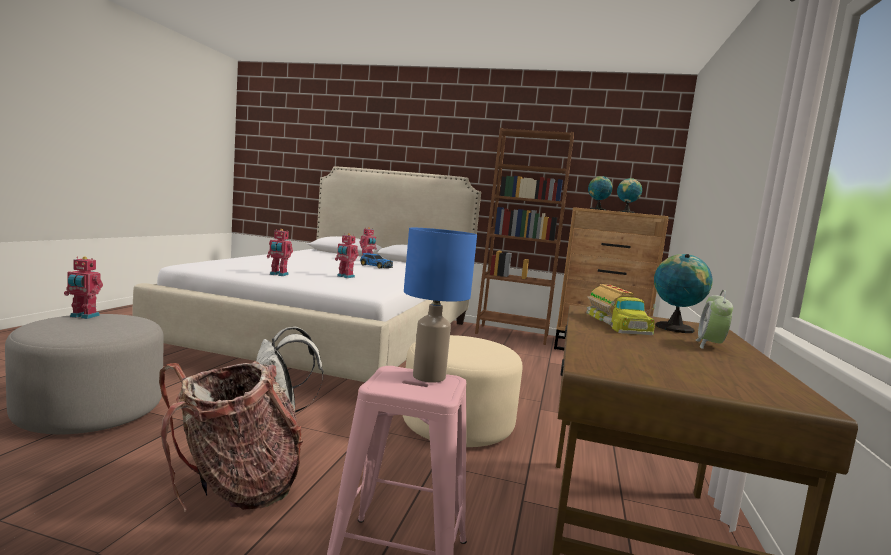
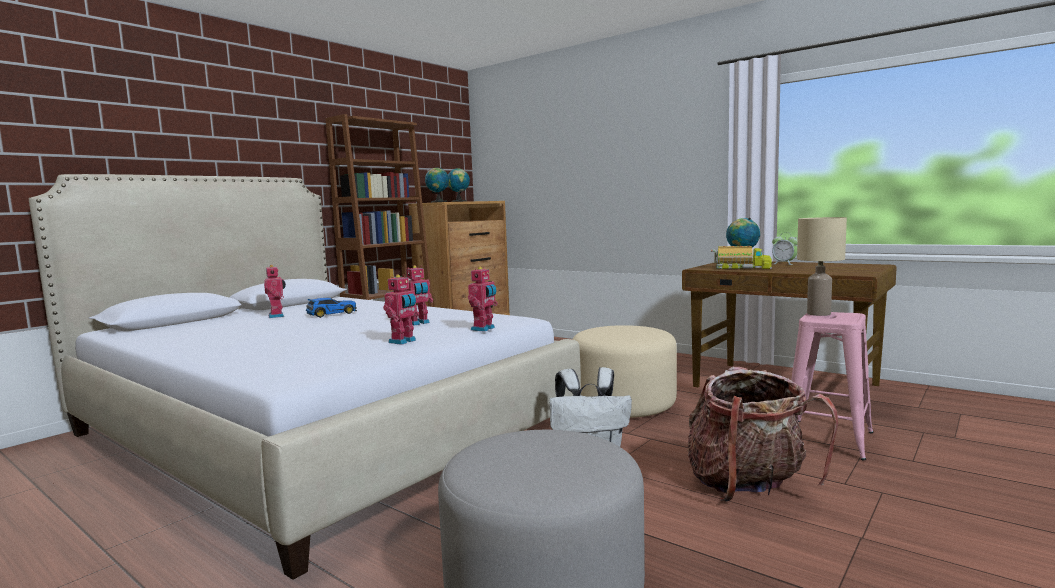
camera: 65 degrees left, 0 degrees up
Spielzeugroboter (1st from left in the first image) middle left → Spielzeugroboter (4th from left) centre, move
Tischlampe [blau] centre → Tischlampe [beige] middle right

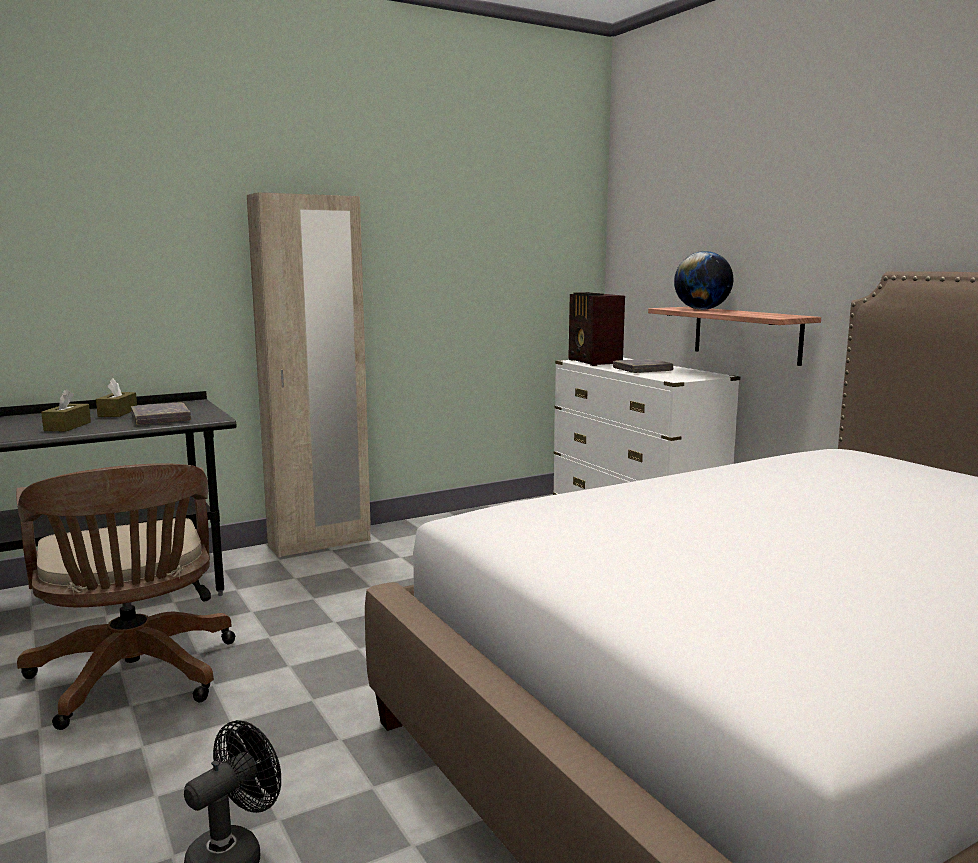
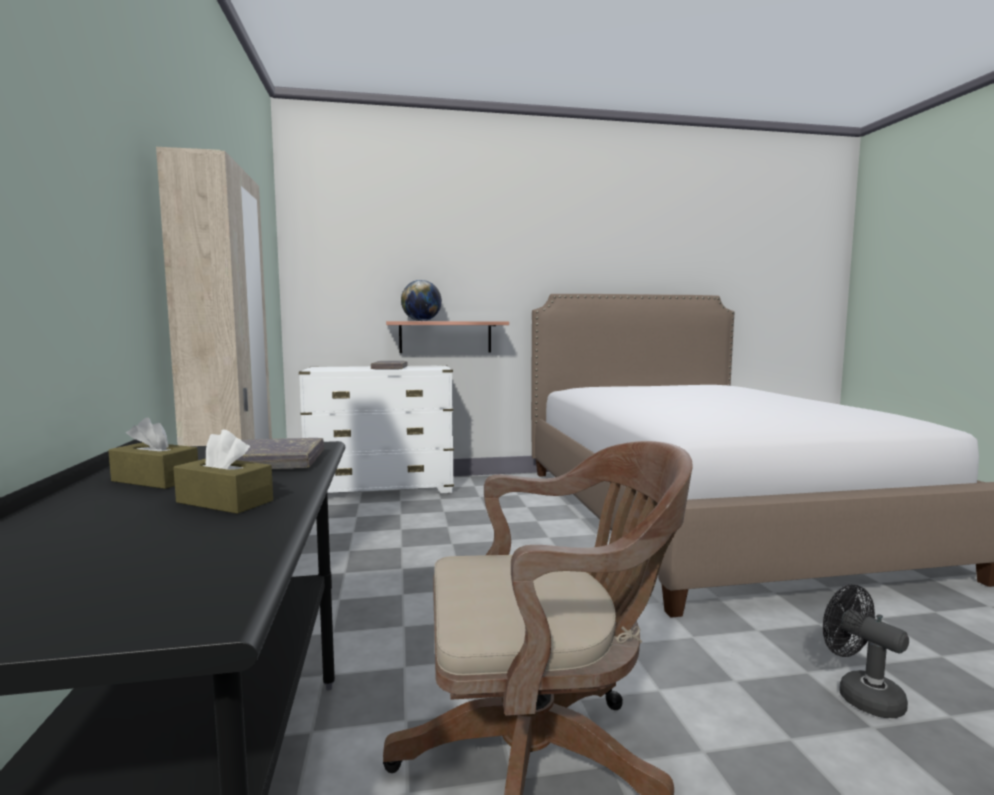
camera: 70 degrees left, 5 degrees down
Radio centre → -

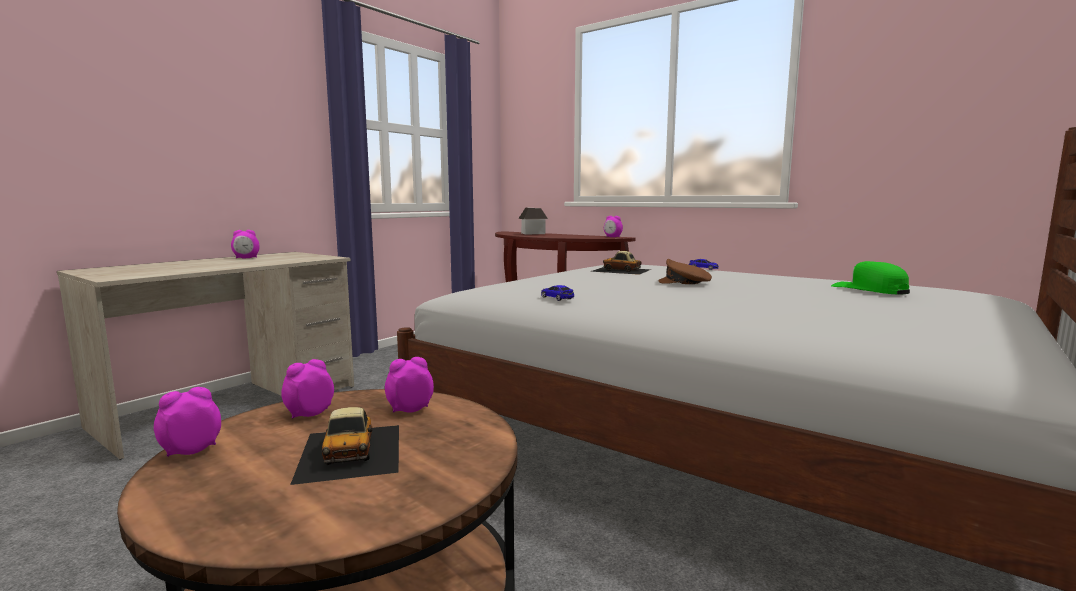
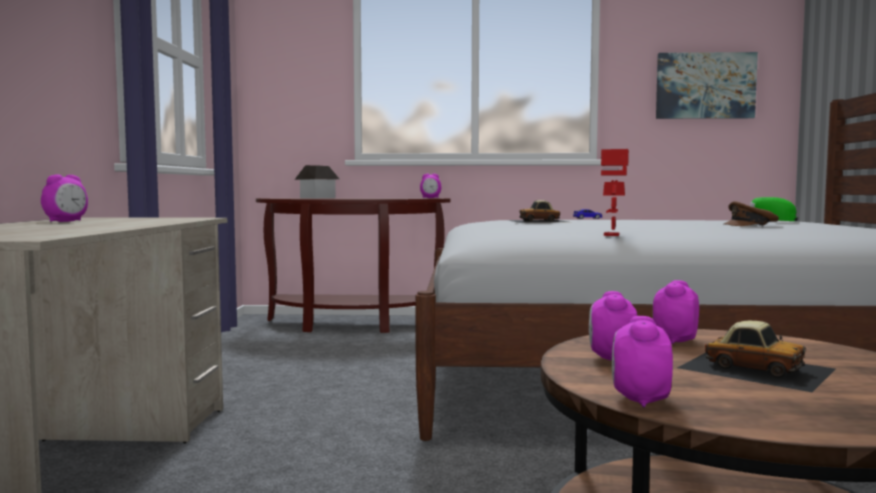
camera: 35 degrees left, 5 degrees down
Spielzeugauto (2nd from left) centre → Spielzeugroboter middle right
Kappe [braun] centre → Kappe [braun] middle right, move
- → Bild top right

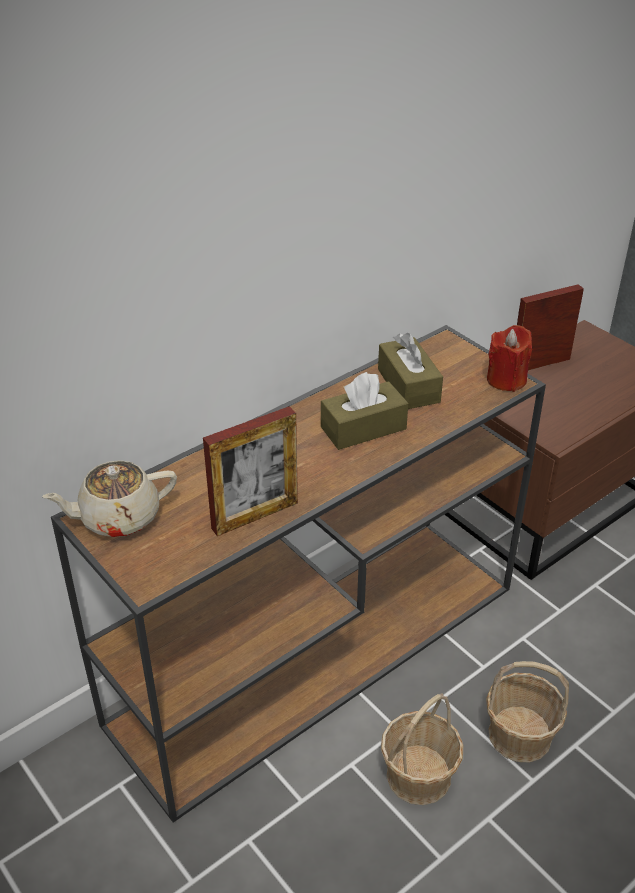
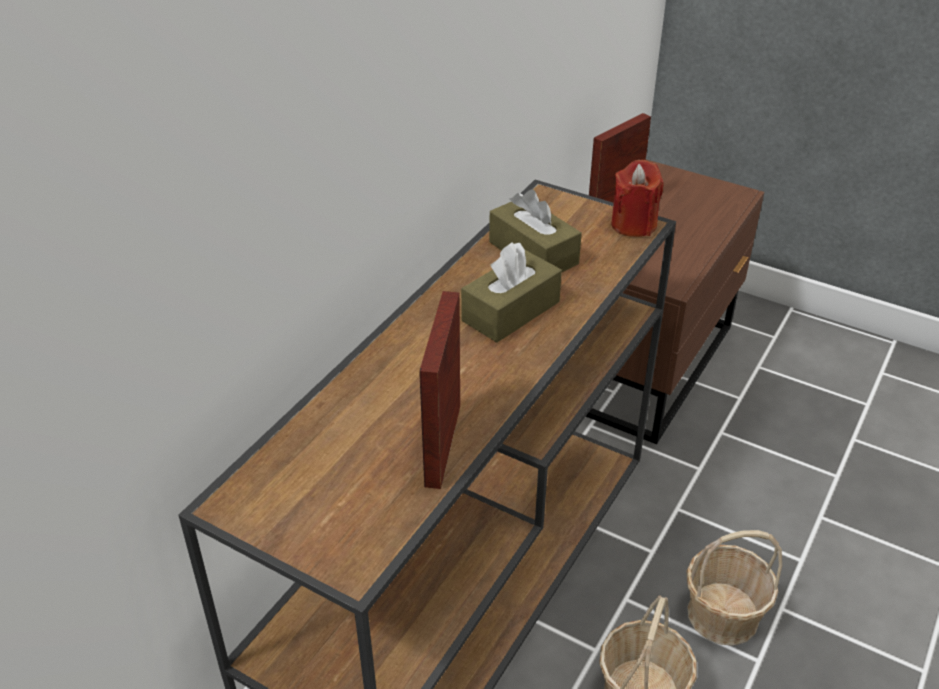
camera: 20 degrees left, 0 degrees up
Teekanne [beige] middle left → -
Bilderrahmen (1st from left) centre, 150 degrees clockwise

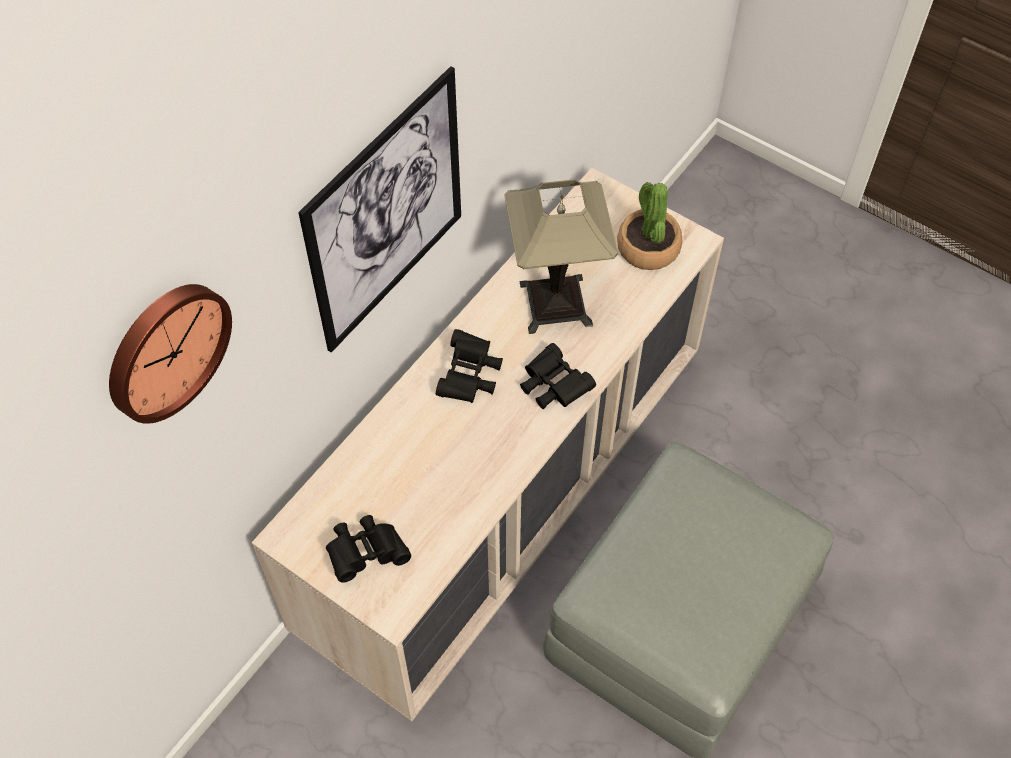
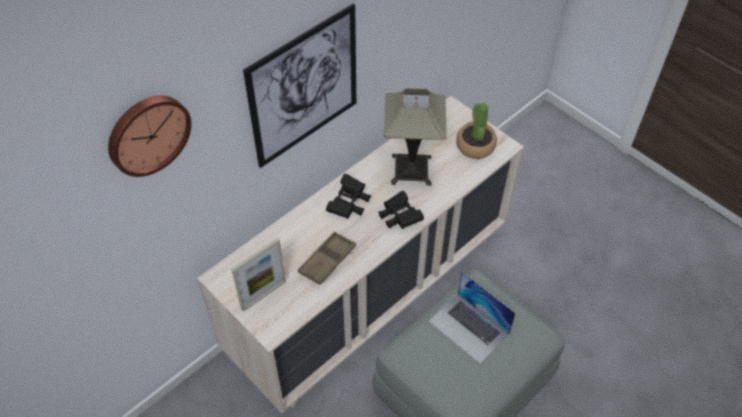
camera: 10 degrees right, 5 degrees down
Fernglas [schwarz] (1st from left) bottom centre → Bilderrahmen centre
- → Tablett [braun] centre
- → Laptop bottom centre

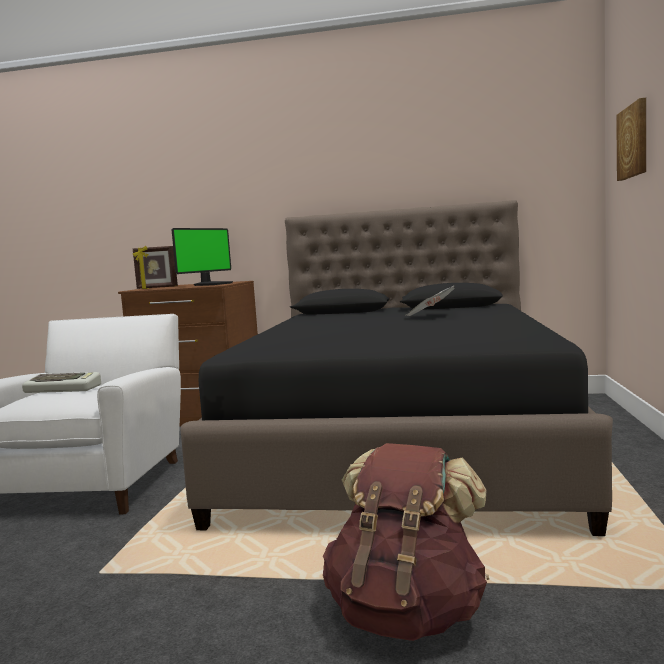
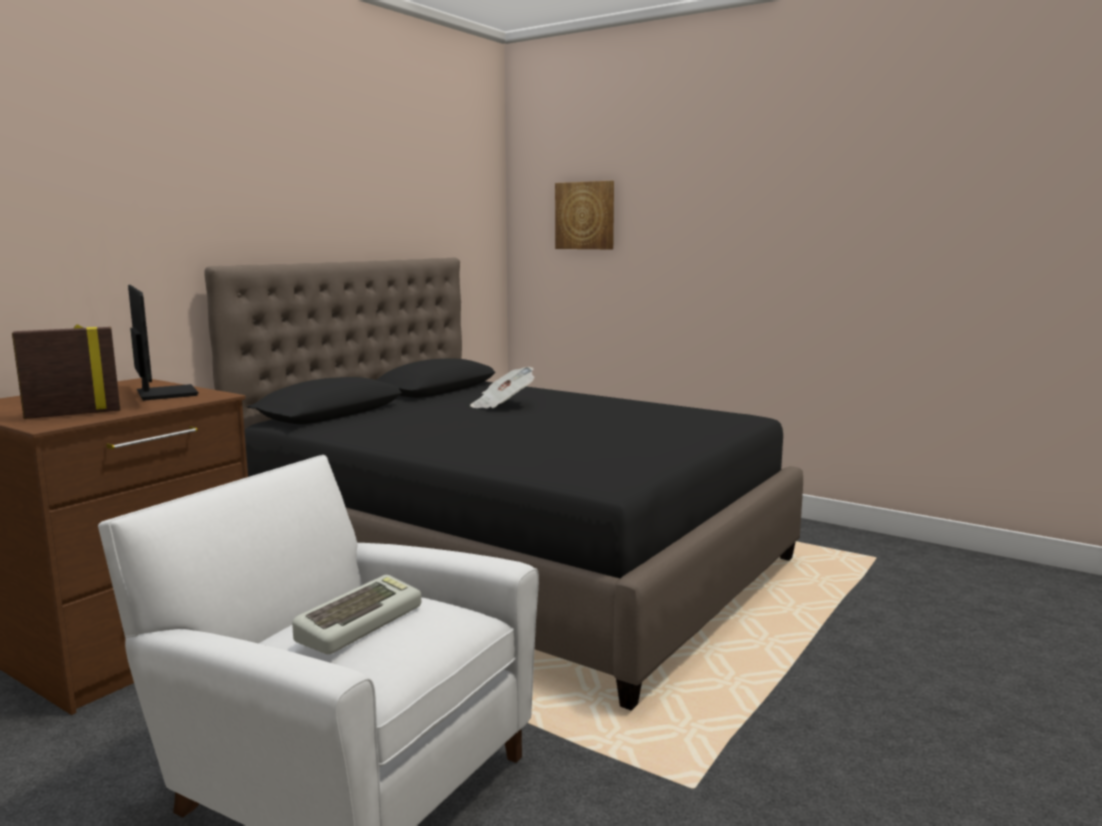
camera: 65 degrees left, 5 degrees up
Bilderrahmen middle left, 150 degrees counterclockwise
Rucksack [braun] bottom centre → -

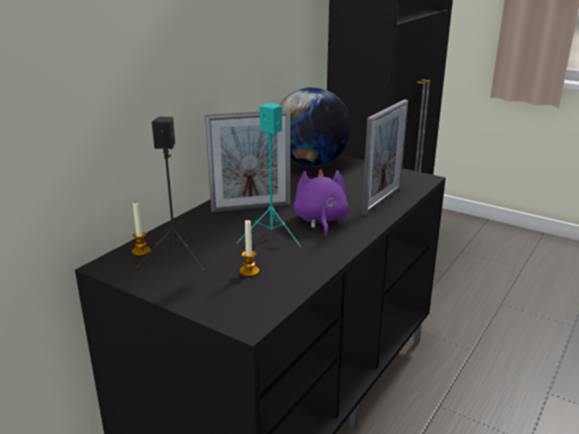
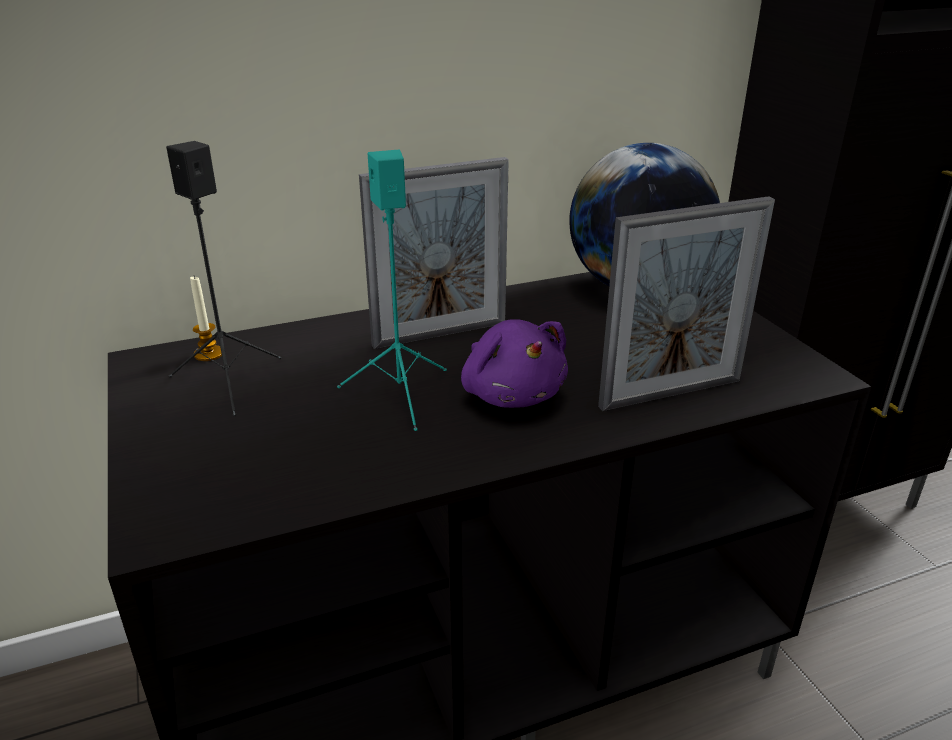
camera: 35 degrees right, 5 degrees up
Bilderrahmen (1st from left) centre, 45 degrees counterclockwise
Kerze (2nd from left) centre → -
Plüschtier [lila] centre, 120 degrees clockwise

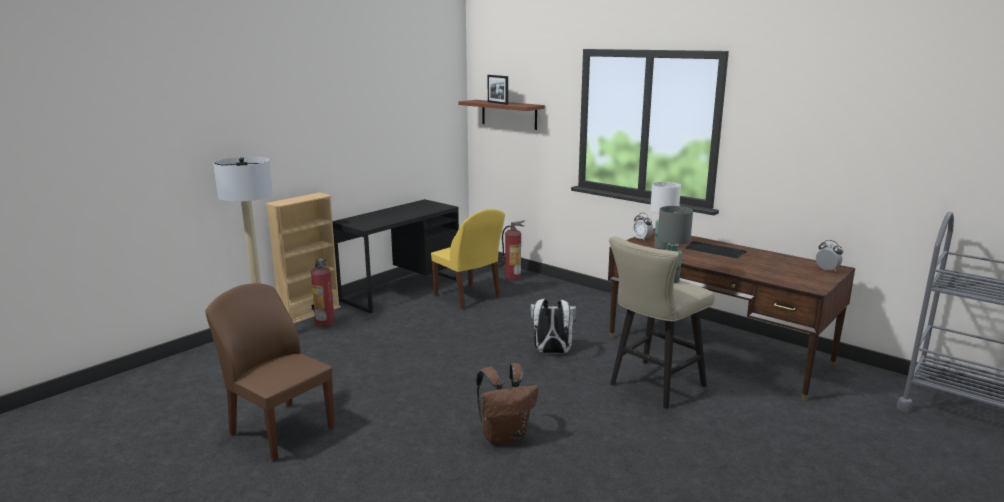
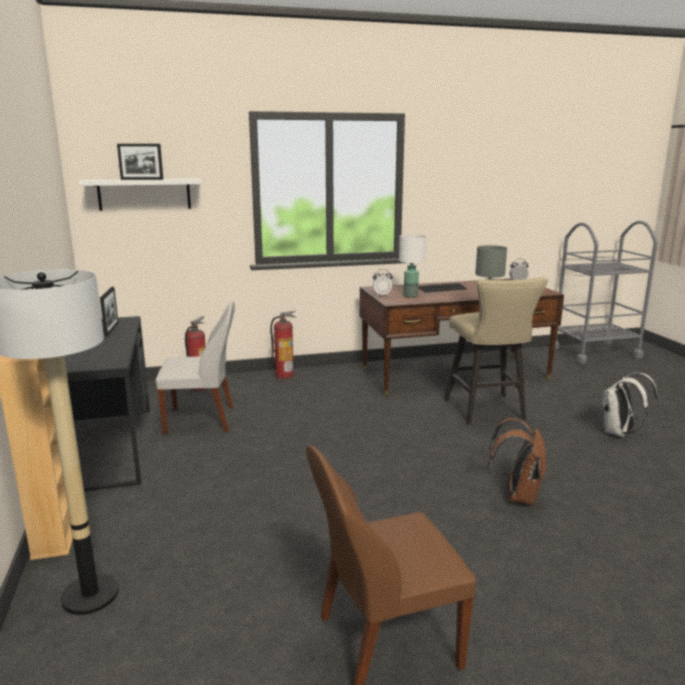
camera: 55 degrees left, 0 degrees up
Feuerlöscher (1st from left in the first image) middle left → Feuerlöscher (2nd from left) centre, move
Stuhl [gelb] centre → Stuhl [weiß] middle left
Wandregal [braun] top centre → Wandregal [weiß] top left
Rucksack [weiß] centre → Rucksack [weiß] middle right, move
- → Bilderrahmen (1st from left) middle left

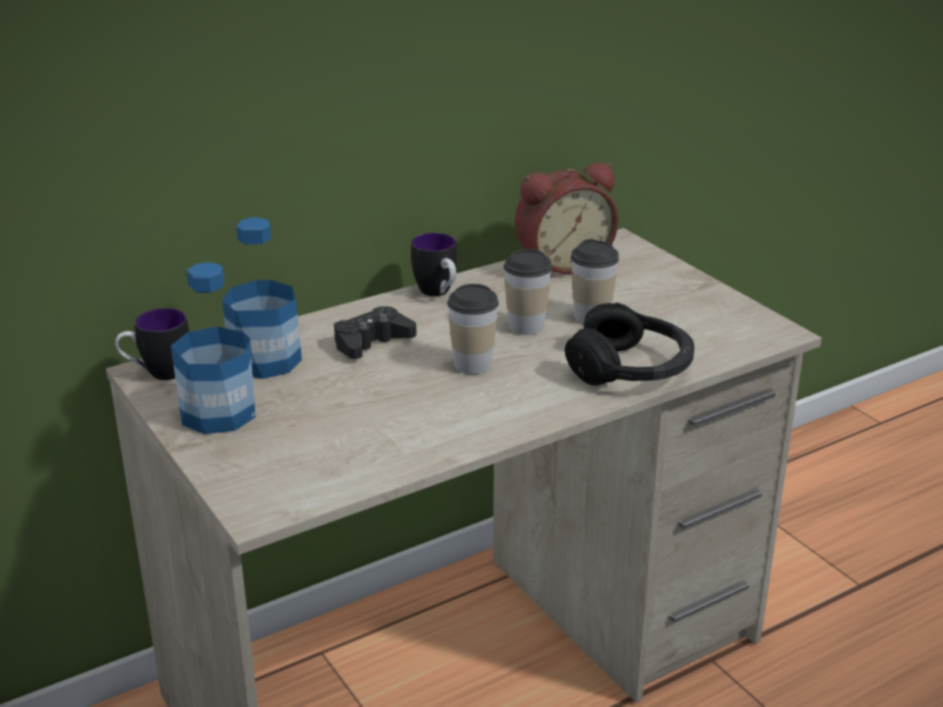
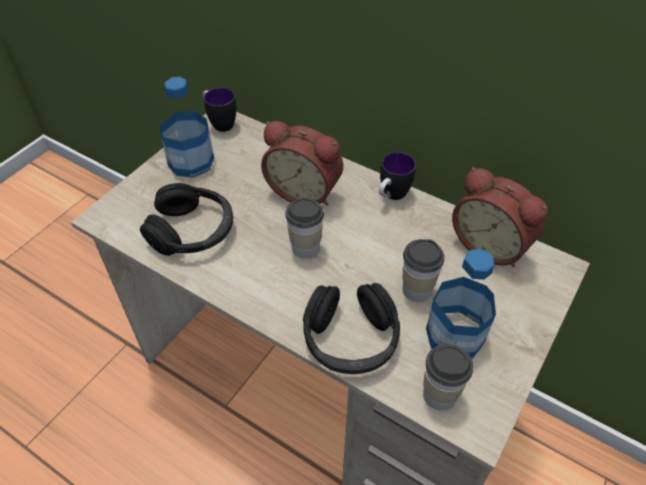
camera: 65 degrees right, 20 degrees up
Flasche (2nd from left) middle left → Flasche (2nd from left) middle right, move
Gamepad [schwarz] centre → Wecker (1st from left) centre
Tasse (2nd from left in the first image) centre → Tasse (3rd from left) bottom right, move
- → Kopfhörer [schwarz] (1st from left) middle left

